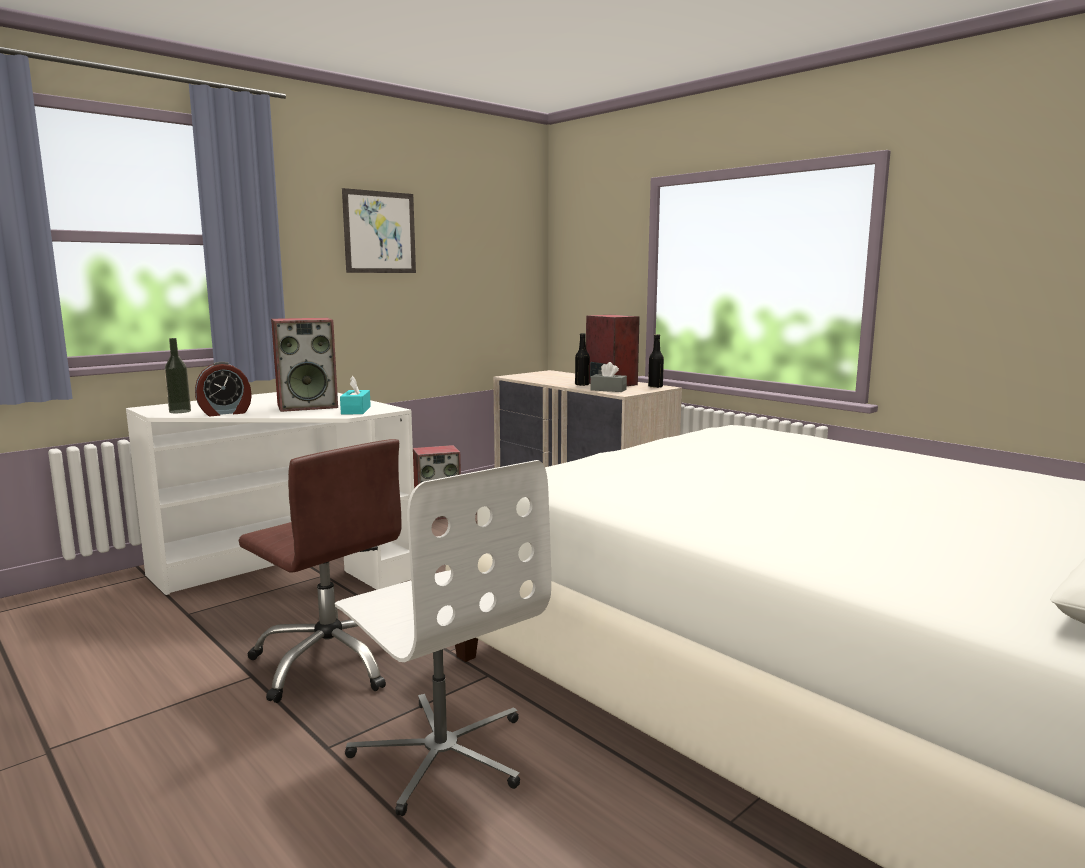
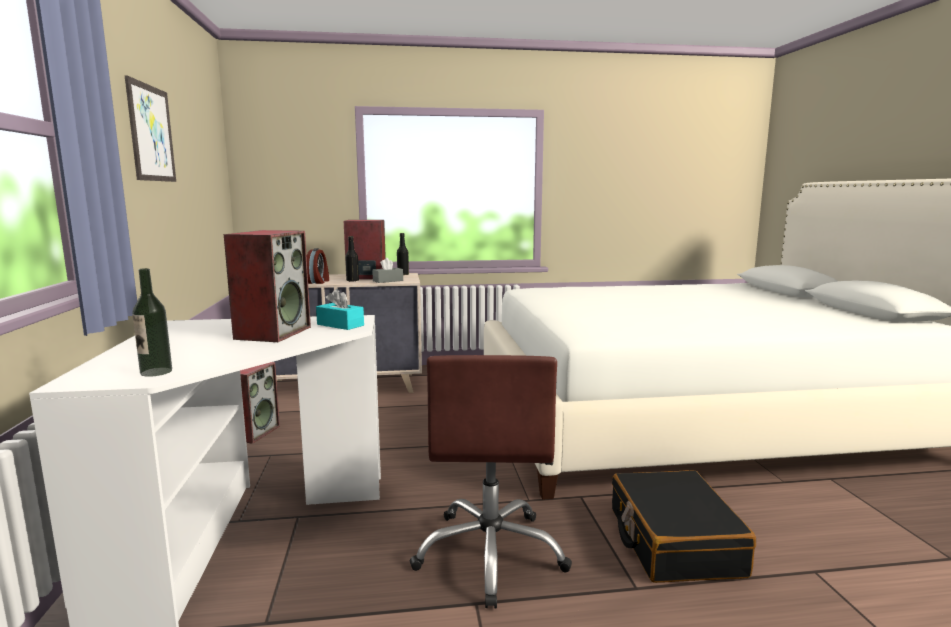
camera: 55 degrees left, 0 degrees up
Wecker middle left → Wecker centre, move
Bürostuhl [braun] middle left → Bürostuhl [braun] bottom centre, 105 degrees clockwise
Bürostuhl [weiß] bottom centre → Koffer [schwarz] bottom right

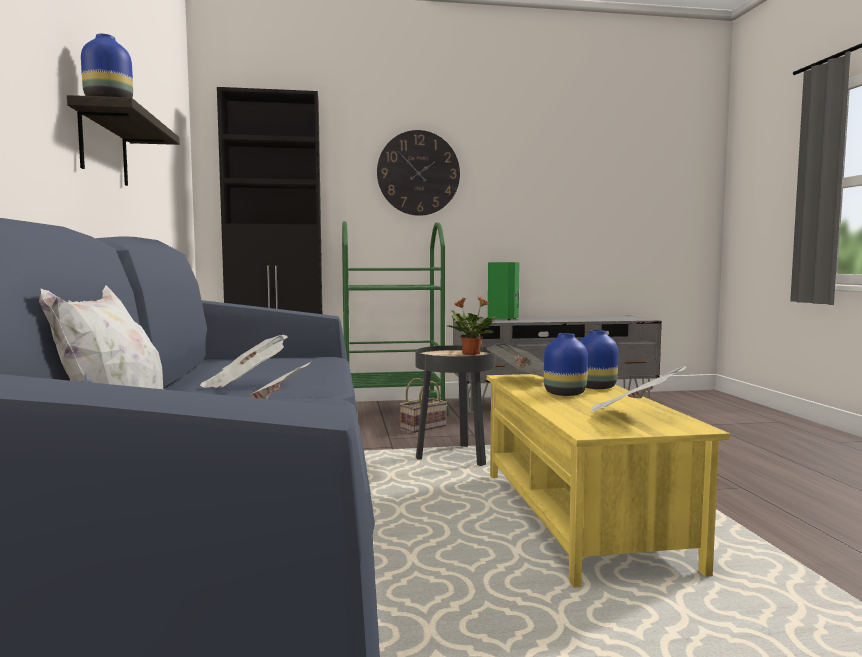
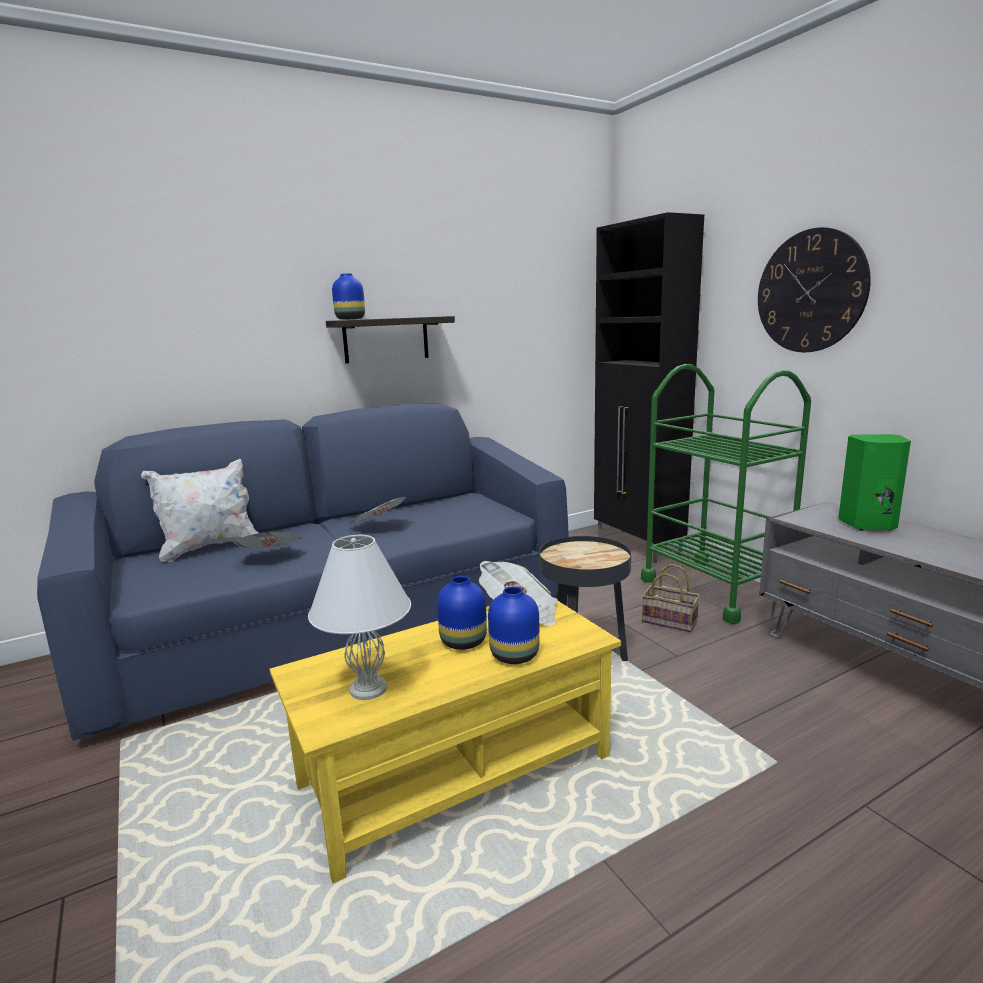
camera: 70 degrees right, 10 degrees up
Topfpflanze centre → -
Zeitung (4th from left) middle right → Tischlampe [weiß] centre

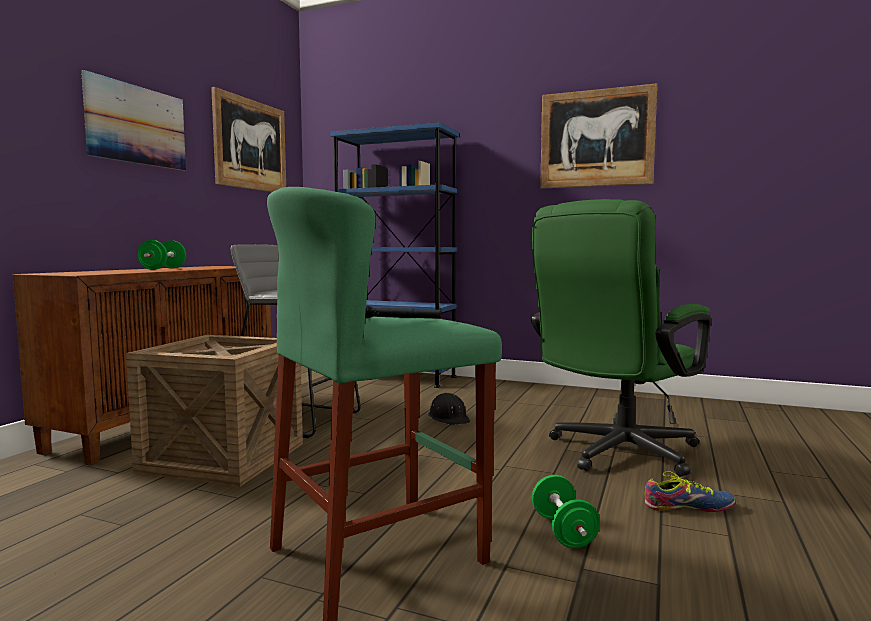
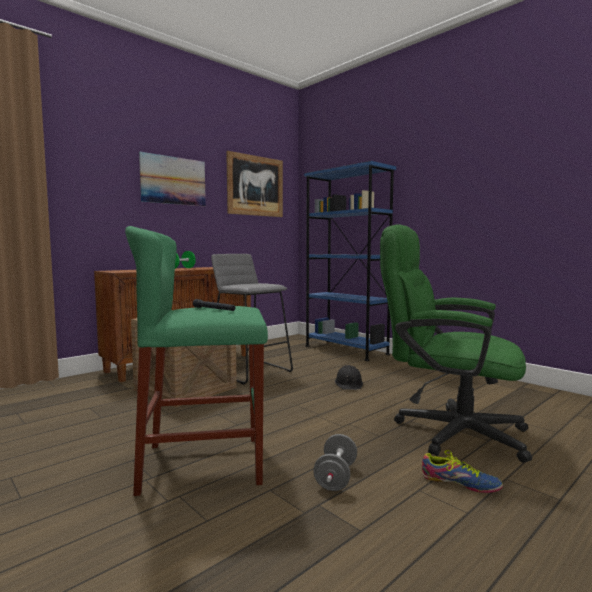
camera: 25 degrees right, 0 degrees up
Bürostuhl [grün] middle right, 45 degrees clockwise
Hantel [grün] (2nd from left) bottom centre → Hantel [grau] bottom centre
Bild (3rd from left) top right → -

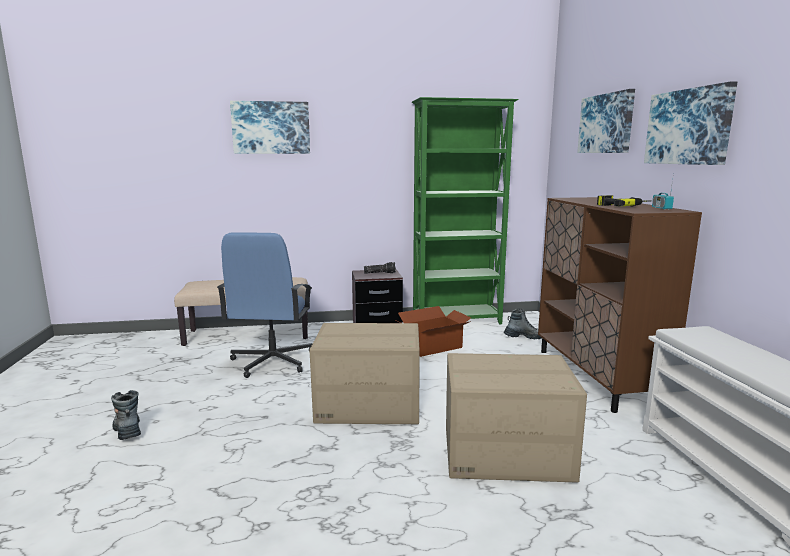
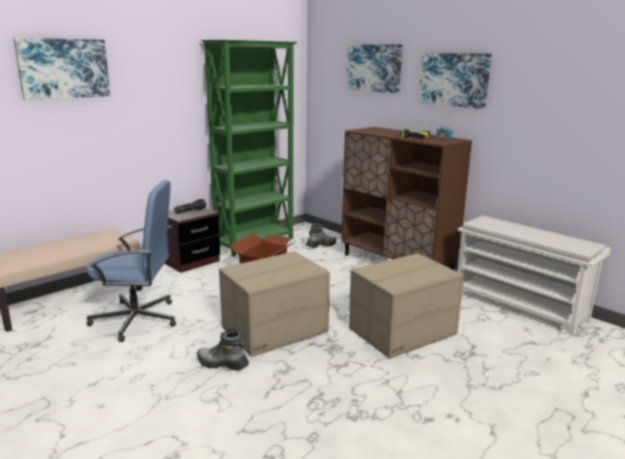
camera: 35 degrees left, 5 degrees up
Stiefel (1st from left) bottom left → Stiefel (1st from left) bottom centre, move
Bürostuhl [blau] centre → Bürostuhl [blau] middle left, 60 degrees counterclockwise

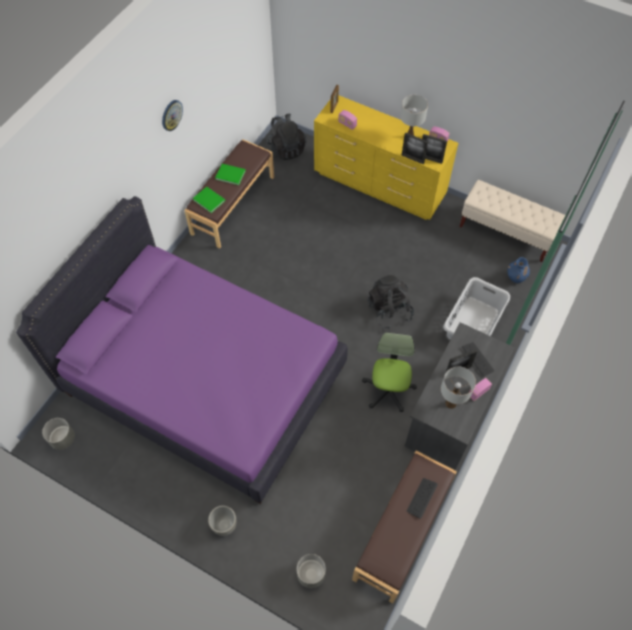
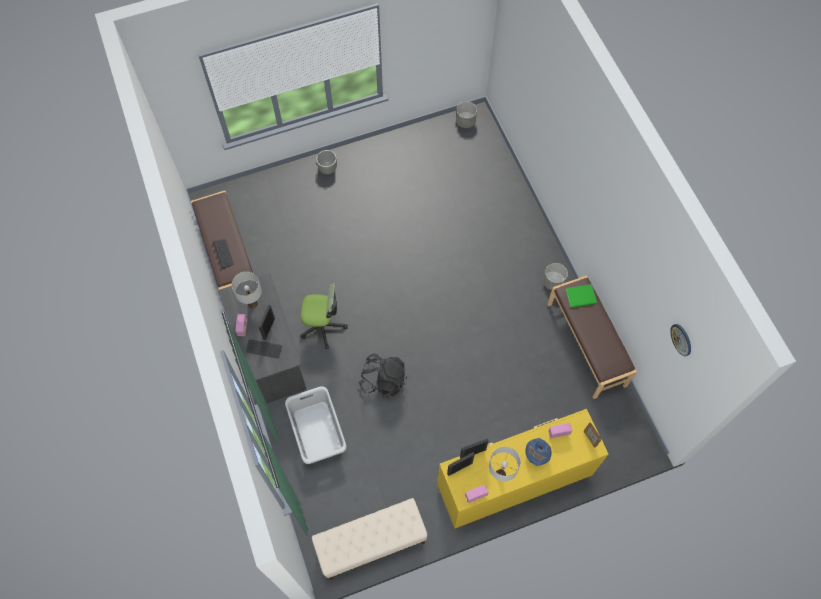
camera: 130 degrees right, 5 degrees up
Bett [lila] middle left → -
Wanduhr top left → Wanduhr middle right, move
Buch [grün] (2nd from left) top centre → -
Rucksack [schwarz] (1st from left) top centre → -
Pflanzkübel [grau] (3rd from left) bottom centre → Pflanzkübel [grau] (3rd from left) middle right, move
Bürostuhl centre, 45 degrees counterclockwise
Vase [blau] middle right → Vase [blau] bottom centre, move

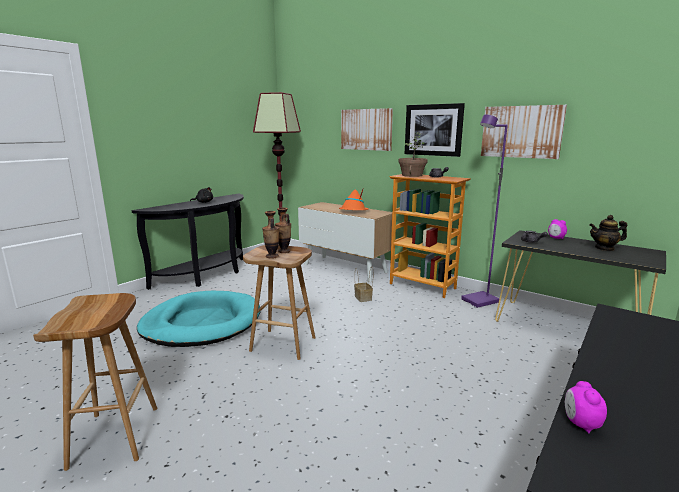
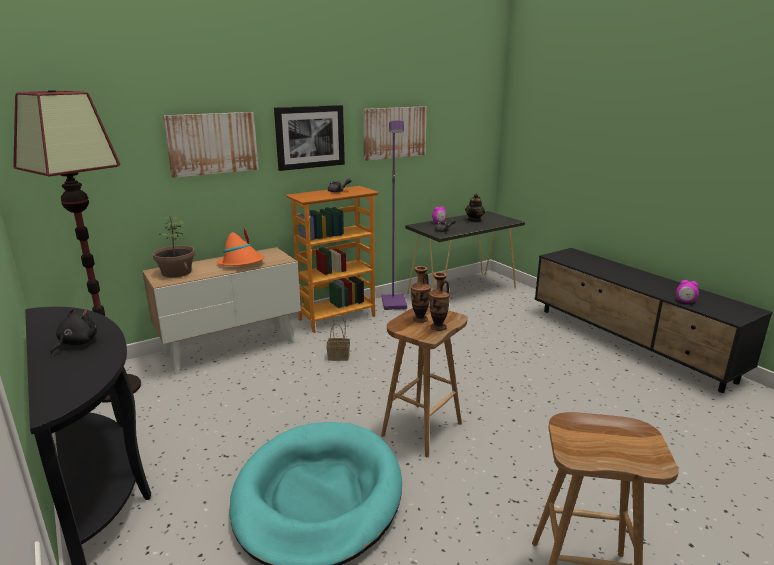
camera: 70 degrees left, 5 degrees up
Topfpflanze top centre → Topfpflanze middle left, move

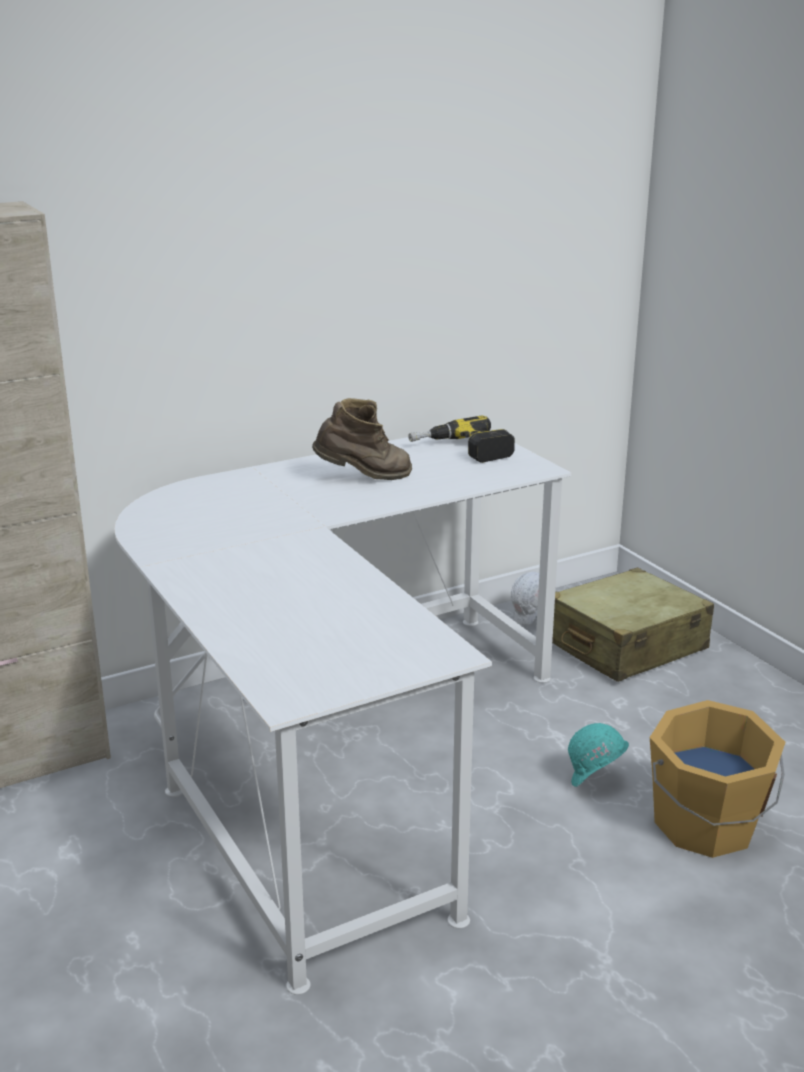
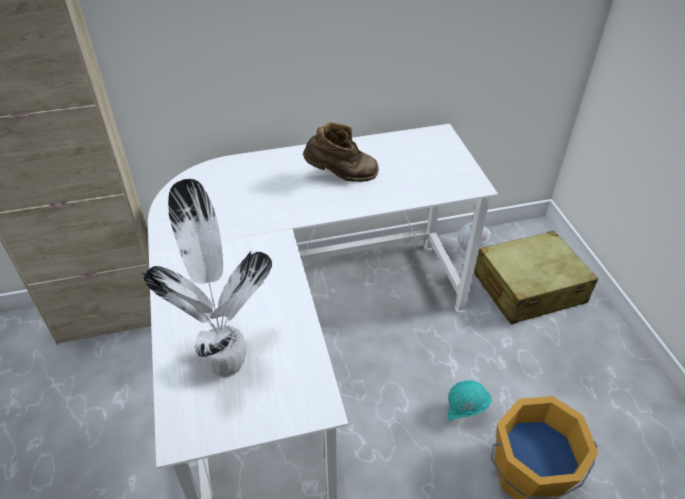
camera: 15 degrees right, 20 degrees up
Bohrmaschine centre → -
- → Topfpflanze middle left

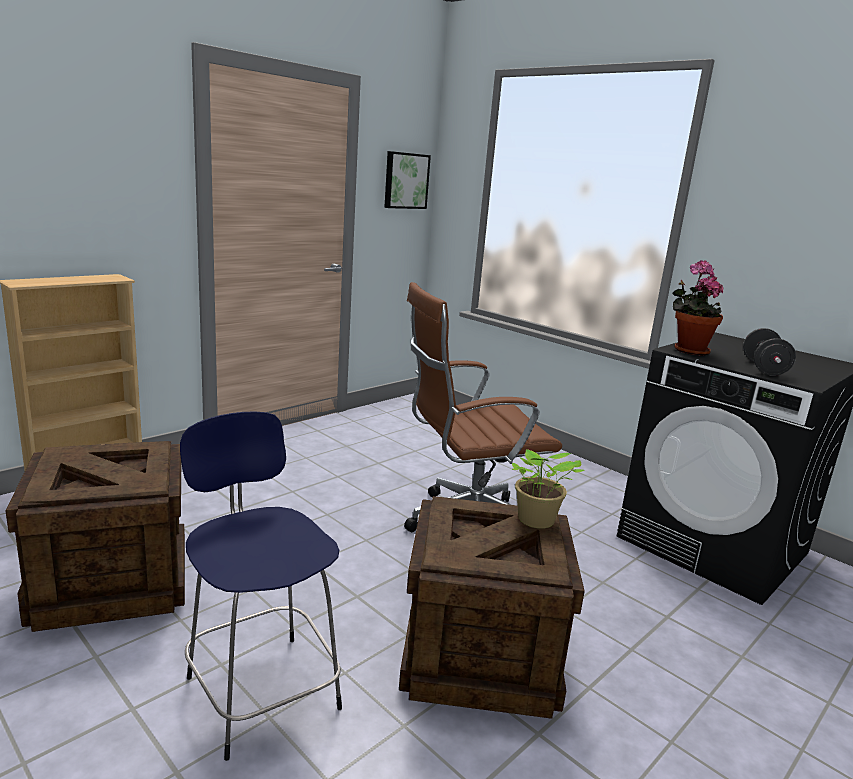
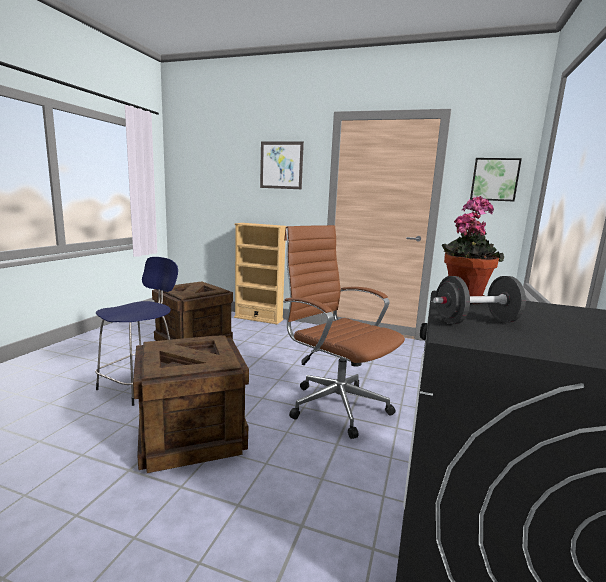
camera: 65 degrees right, 5 degrees down
Topfpflanze (1st from left) centre → -
- → Bild (1st from left) top centre

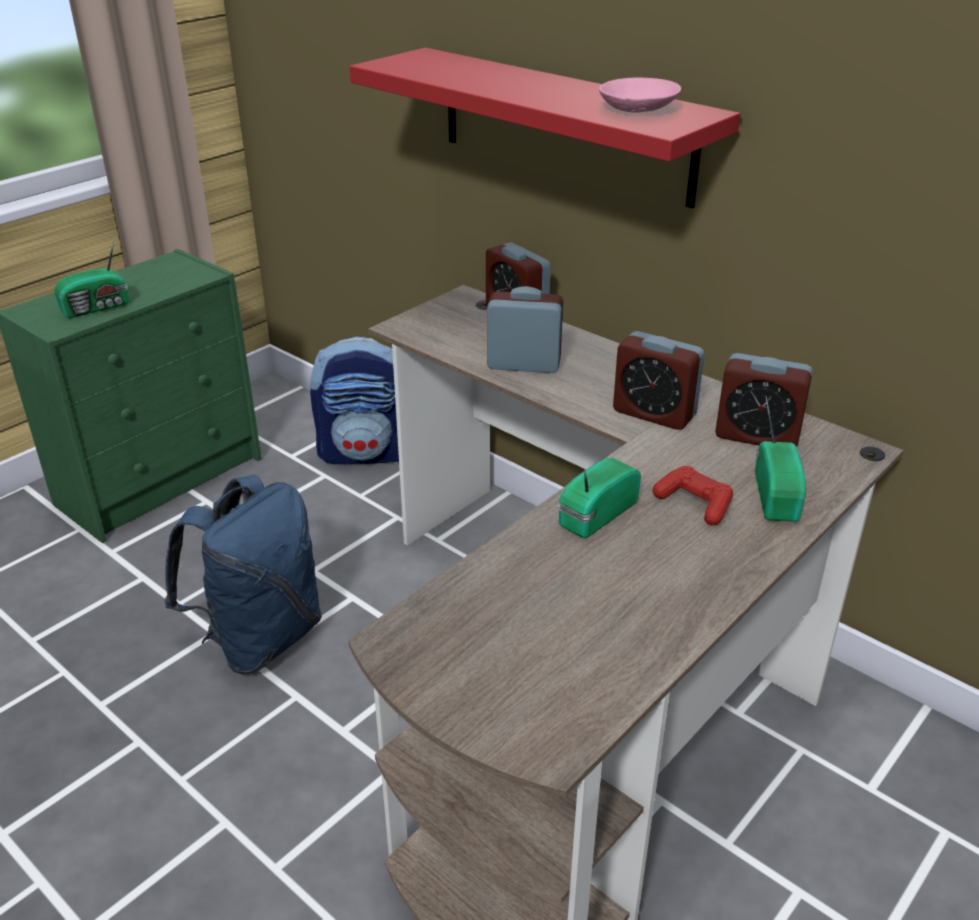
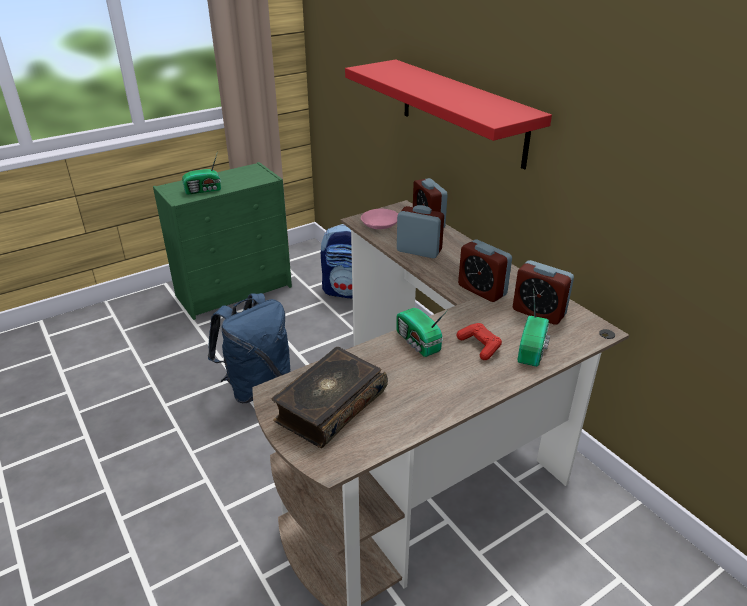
camera: 15 degrees right, 0 degrees up
Radio (2nd from left) centre, 90 degrees counterclockwise
Schüssel [rosa] top centre → Schüssel [rosa] centre, move
- → Buch centre

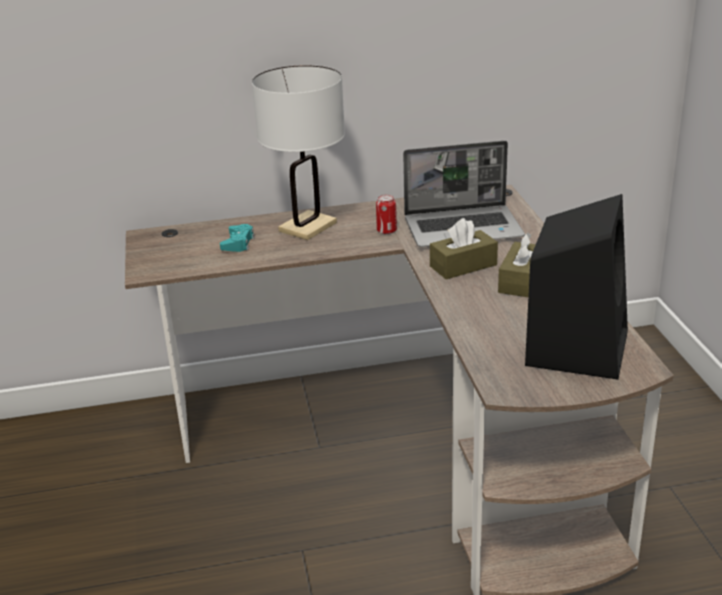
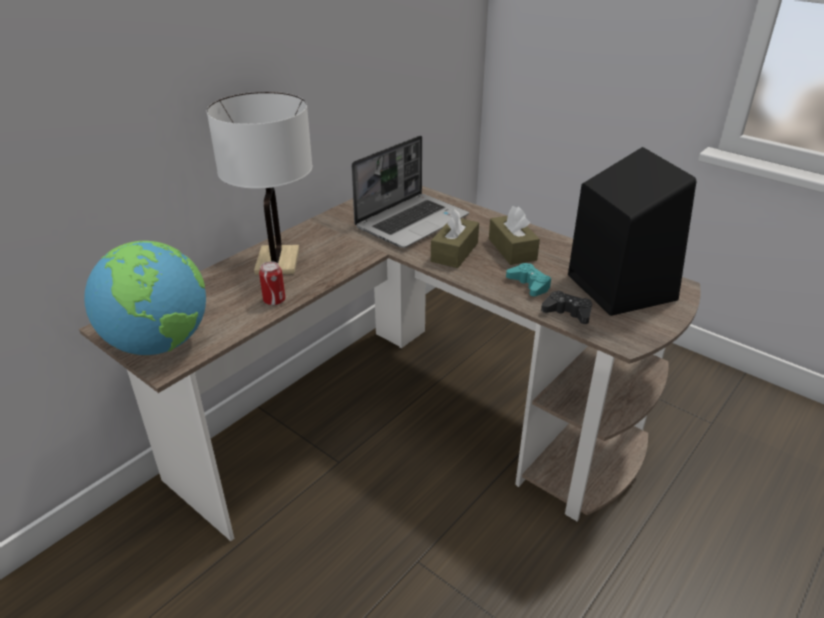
camera: 40 degrees left, 5 degrees up
Gamepad [türkis] middle left → Gamepad [türkis] centre, move
Dose centre → Dose middle left, move
- → Globus middle left
- → Gamepad [schwarz] middle right

